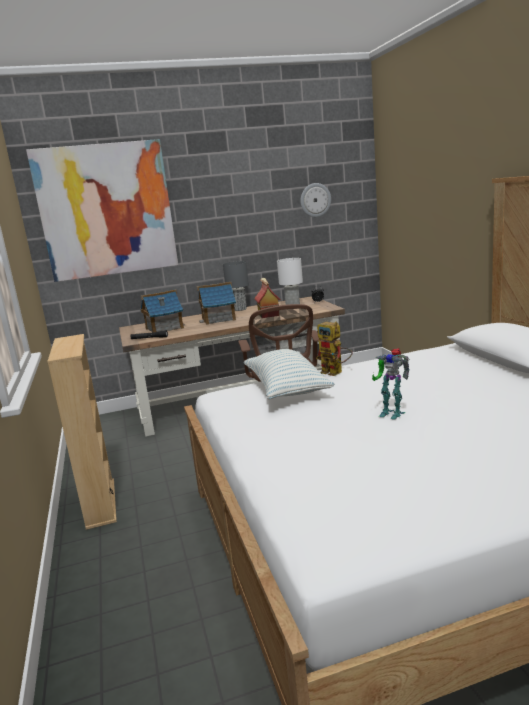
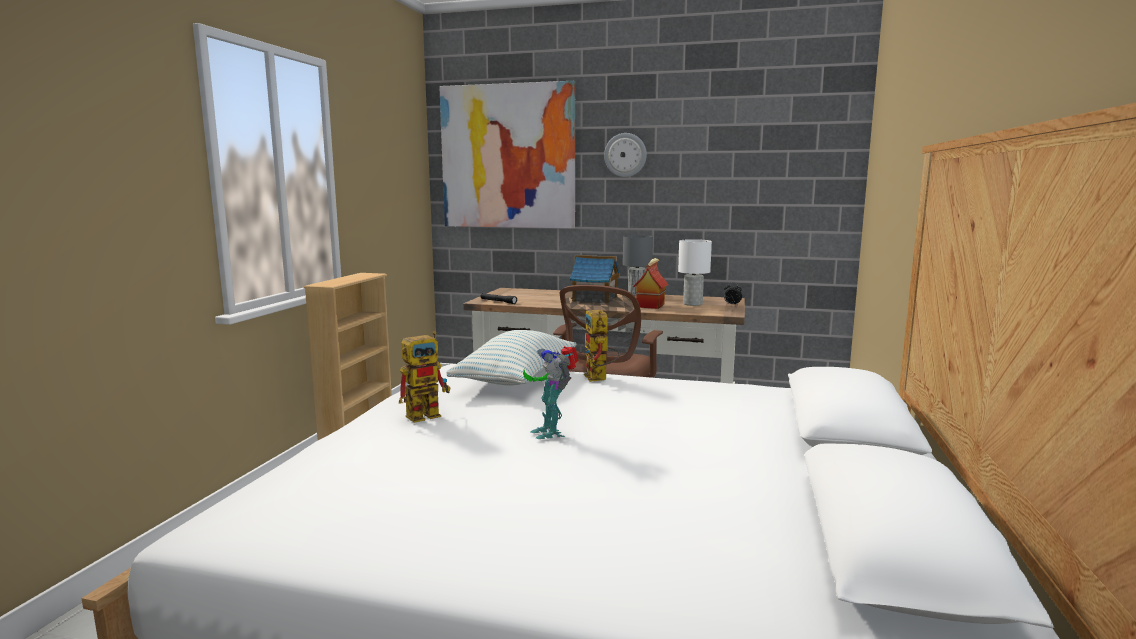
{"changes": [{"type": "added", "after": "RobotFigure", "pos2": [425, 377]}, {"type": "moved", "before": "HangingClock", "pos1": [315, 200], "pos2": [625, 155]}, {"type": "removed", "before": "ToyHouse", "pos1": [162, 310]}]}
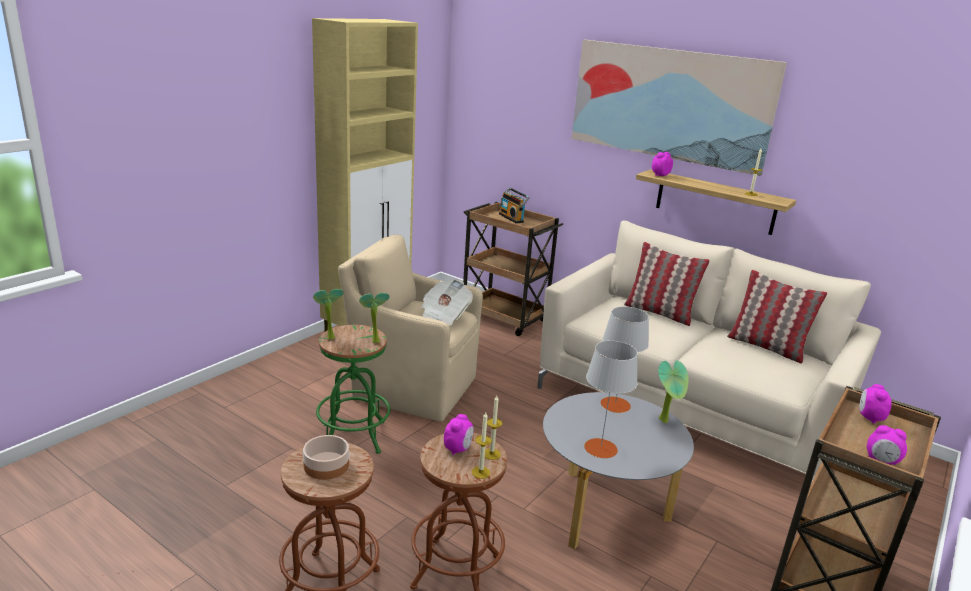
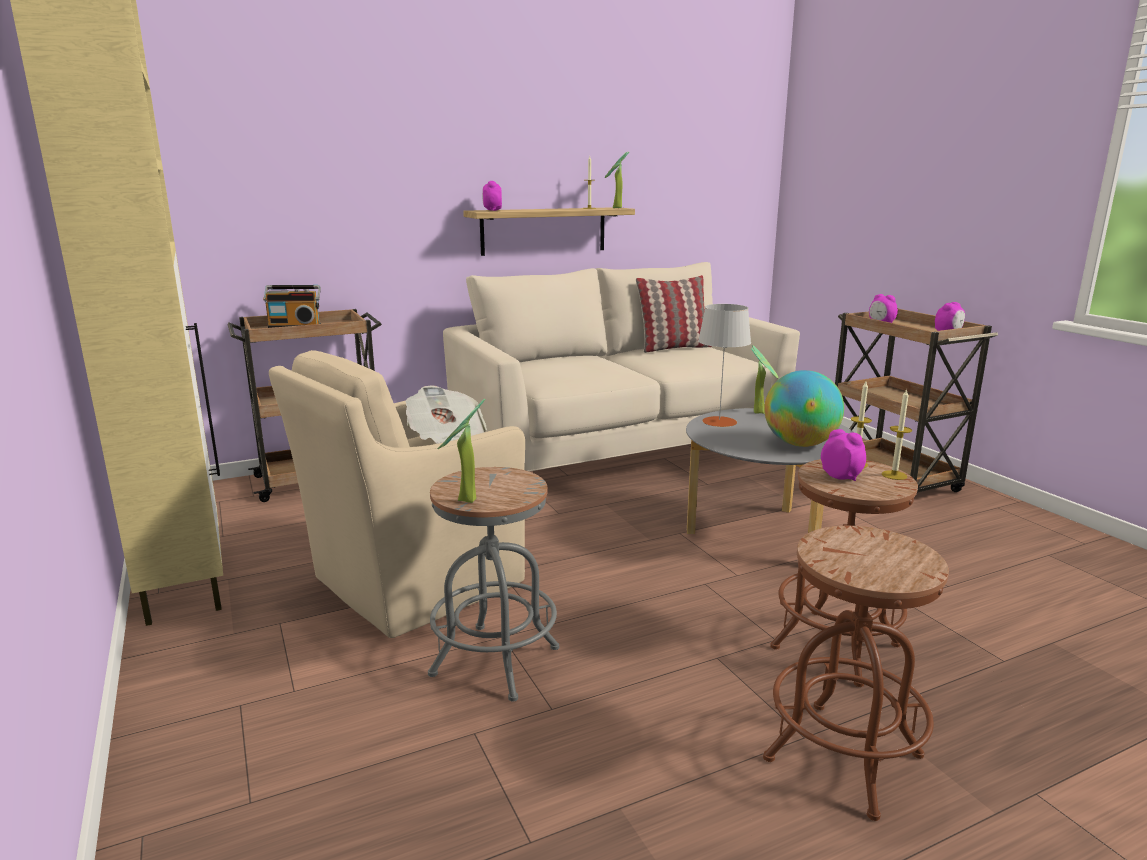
{"changes": [{"type": "recoloured", "before": "GreenColouredStoolSeat", "after": "GreyishStoolSeat", "pos1": [353, 389], "pos2": [493, 584]}, {"type": "moved", "before": "PottedPlant", "pos1": [374, 318], "pos2": [617, 180]}, {"type": "replaced", "before": "GreyishTableLamp", "after": "WorldGlobe", "pos1": [611, 399], "pos2": [804, 408]}, {"type": "removed", "before": "Bowl", "pos1": [326, 457]}, {"type": "removed", "before": "WallArt", "pos1": [679, 108]}, {"type": "removed", "before": "Pillow", "pos1": [667, 284]}]}
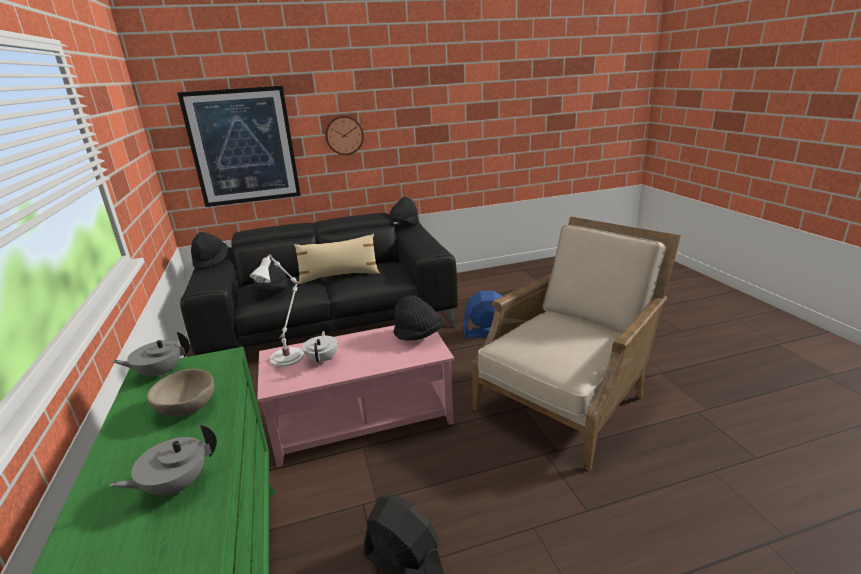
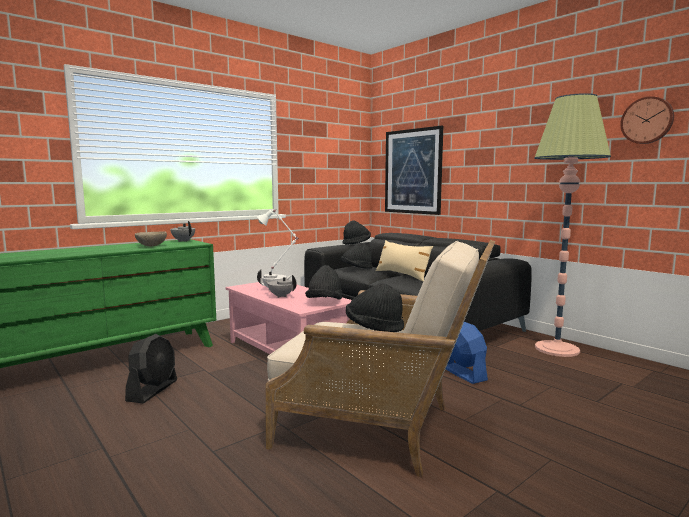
{"changes": [{"type": "moved", "before": "GreyishPotForTea", "pos1": [163, 460], "pos2": [281, 286]}, {"type": "moved", "before": "BlackClothingHat", "pos1": [403, 211], "pos2": [375, 307]}, {"type": "added", "after": "StandingLamp", "pos2": [572, 225]}, {"type": "moved", "before": "HangingClock", "pos1": [344, 135], "pos2": [647, 120]}]}
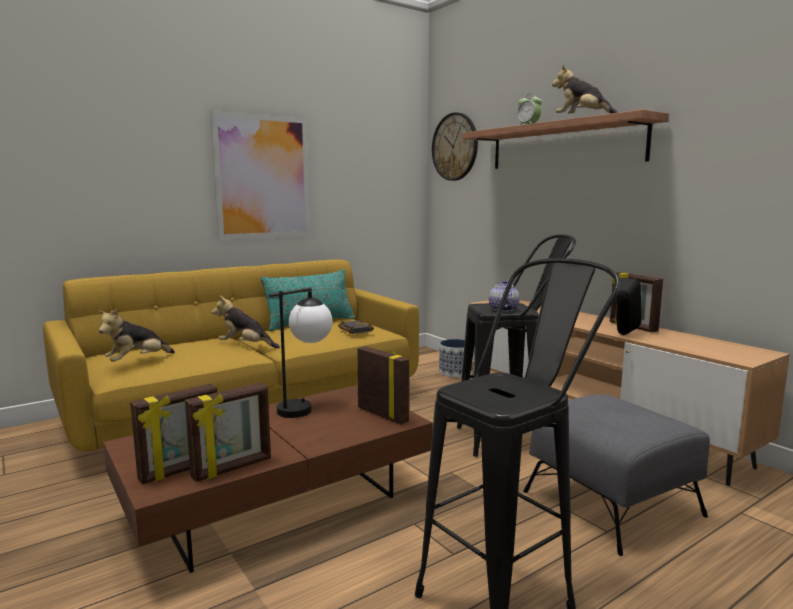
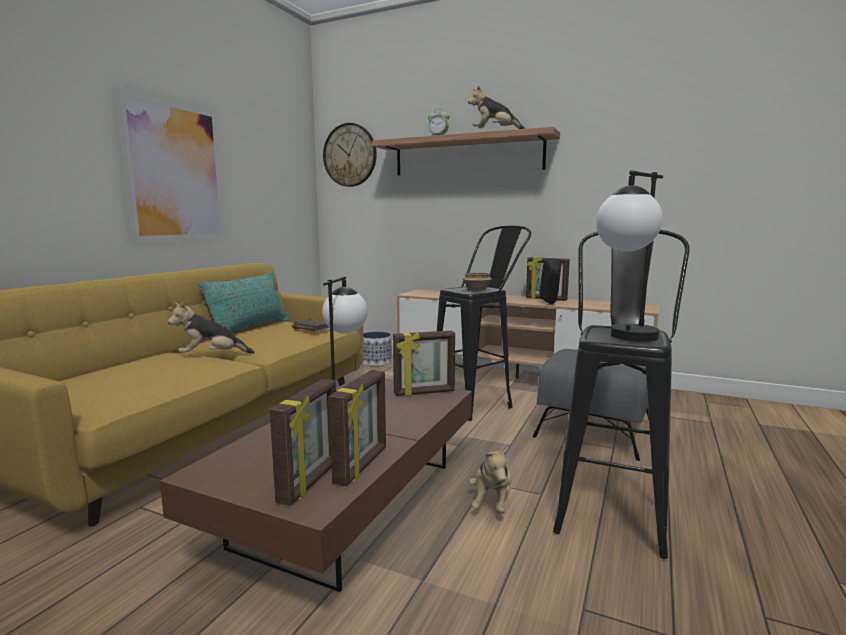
{"changes": [{"type": "turned", "before": "StandingFrame", "pos1": [384, 385], "pos2": [424, 363], "turn": 150}, {"type": "replaced", "before": "PotForTea", "after": "Bowl", "pos1": [504, 295], "pos2": [477, 281]}, {"type": "moved", "before": "PlushToy", "pos1": [136, 335], "pos2": [490, 479]}, {"type": "added", "after": "TableLamp", "pos2": [629, 256]}]}
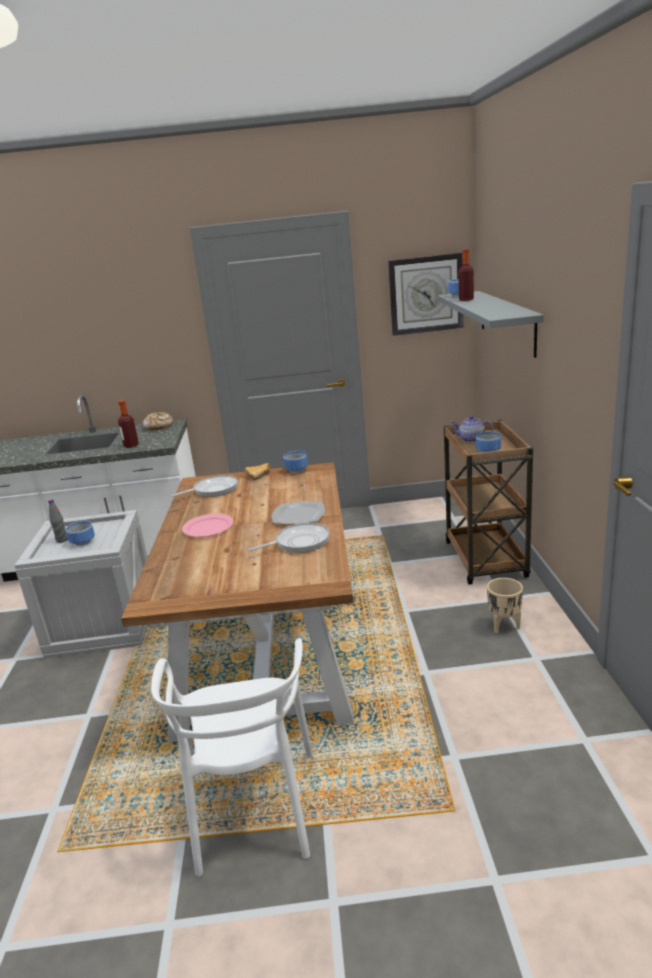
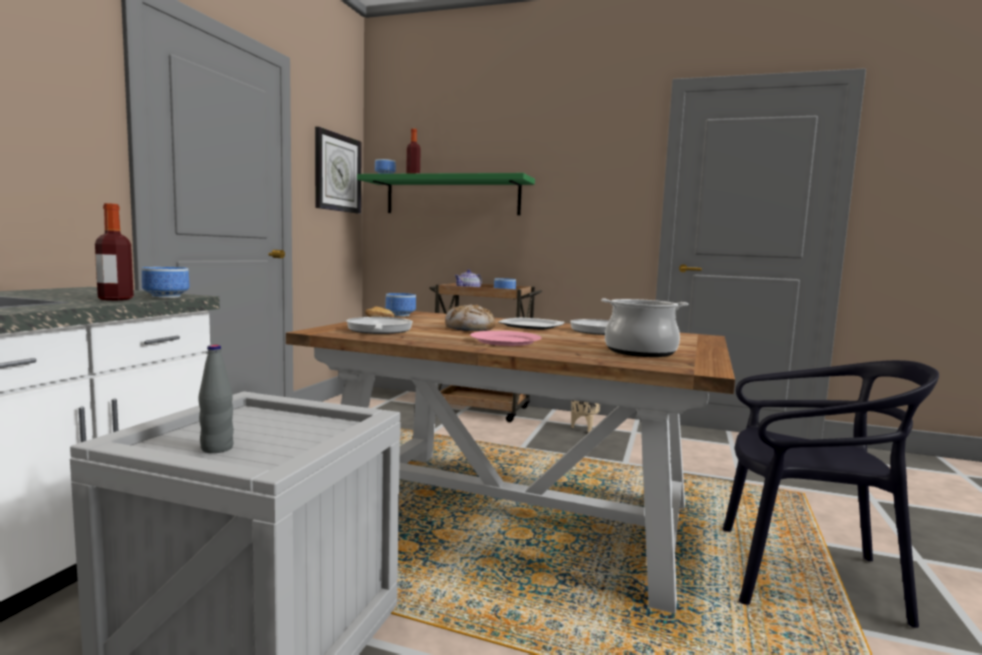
{"changes": [{"type": "moved", "before": "Bowl", "pos1": [80, 533], "pos2": [165, 282]}, {"type": "recoloured", "before": "GreyishShelf", "after": "GreenColouredShelf", "pos1": [491, 324], "pos2": [446, 194]}, {"type": "moved", "before": "BakeryBread", "pos1": [157, 421], "pos2": [470, 317]}, {"type": "added", "after": "Saucepot", "pos2": [644, 327]}, {"type": "recoloured", "before": "WhiteColouredPlainChair", "after": "BlackPlainChair", "pos1": [232, 757], "pos2": [831, 494]}]}
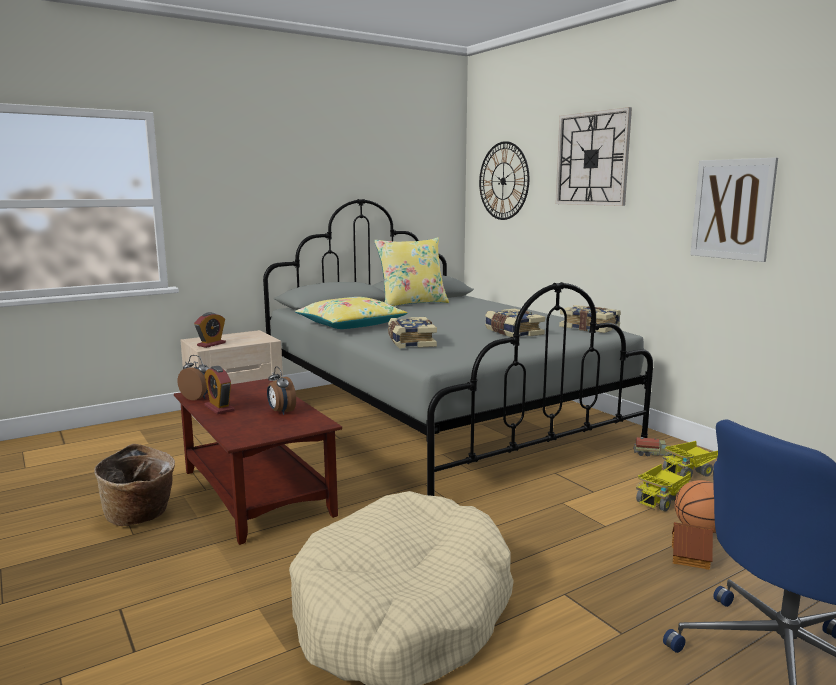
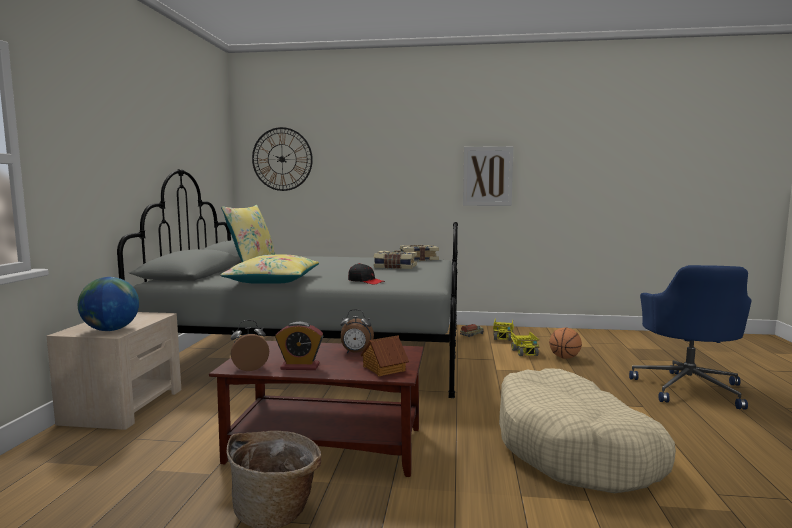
{"changes": [{"type": "replaced", "before": "AlarmClock", "after": "WorldGlobe", "pos1": [210, 330], "pos2": [108, 304]}, {"type": "replaced", "before": "Volume", "after": "BlackCap", "pos1": [412, 332], "pos2": [366, 274]}, {"type": "moved", "before": "ToyHouse", "pos1": [693, 546], "pos2": [385, 355]}, {"type": "removed", "before": "HangingClock", "pos1": [593, 156]}]}
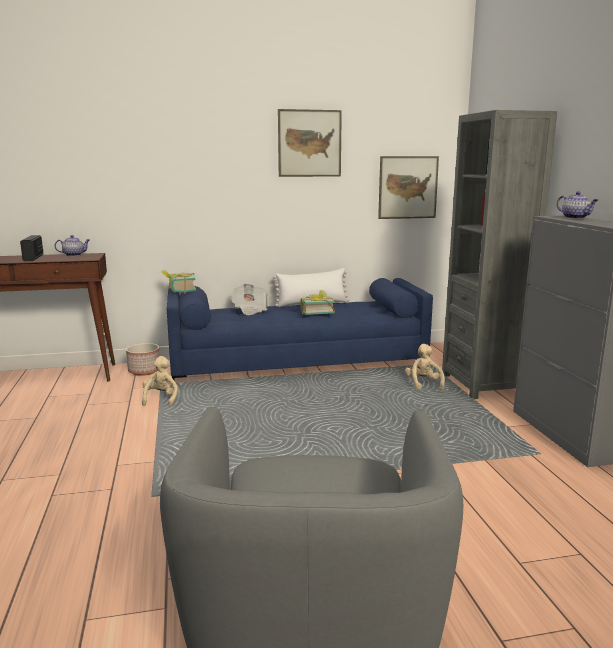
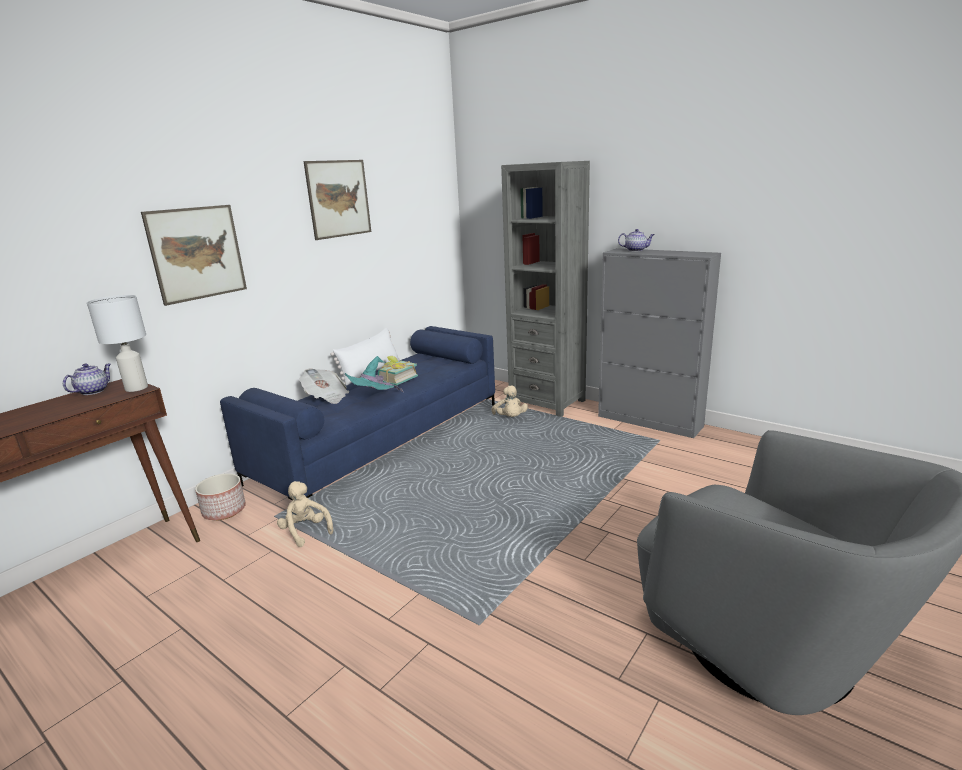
{"changes": [{"type": "added", "after": "WhiteColouredTableLamp", "pos2": [117, 343]}, {"type": "moved", "before": "WallArt", "pos1": [408, 187], "pos2": [194, 255]}, {"type": "added", "after": "BlueGreenClothingHat", "pos2": [374, 374]}, {"type": "turned", "before": "SandColouredPlushToy", "pos1": [425, 367], "pos2": [510, 401], "turn": -150}, {"type": "removed", "before": "RadioReceiver", "pos1": [31, 248]}, {"type": "removed", "before": "Volume", "pos1": [178, 281]}]}
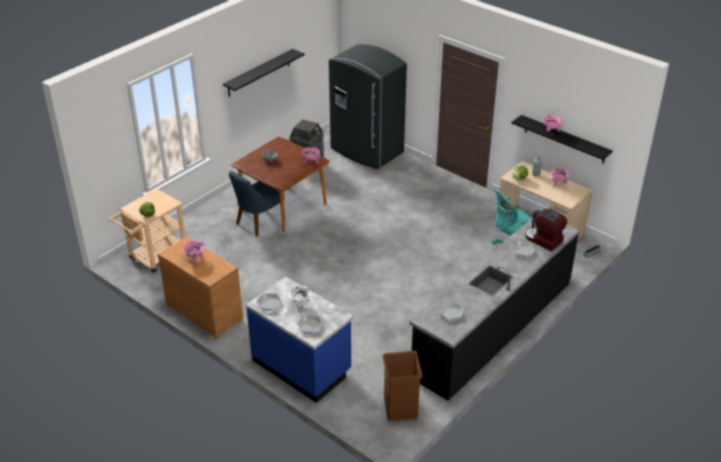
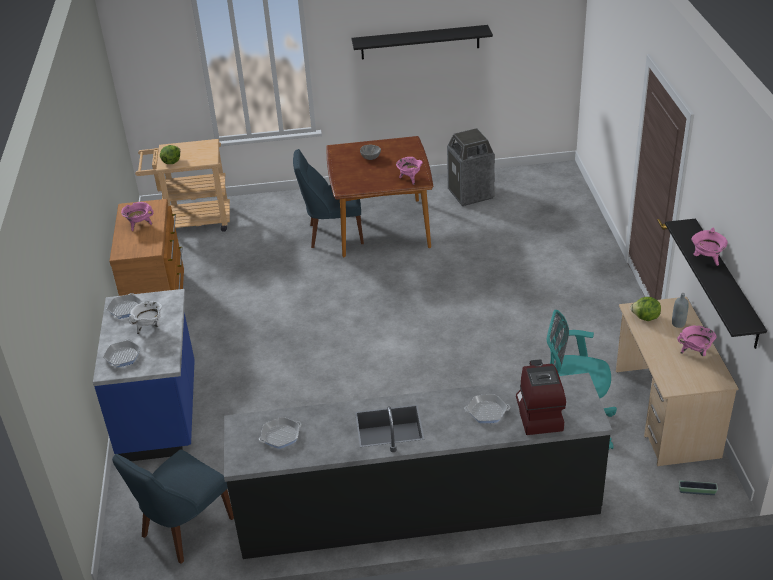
{"changes": [{"type": "replaced", "before": "BrownishTrashCan", "after": "BluishPlainChair", "pos1": [403, 386], "pos2": [173, 506]}, {"type": "removed", "before": "GreyishRefrigerator", "pos1": [368, 106]}]}
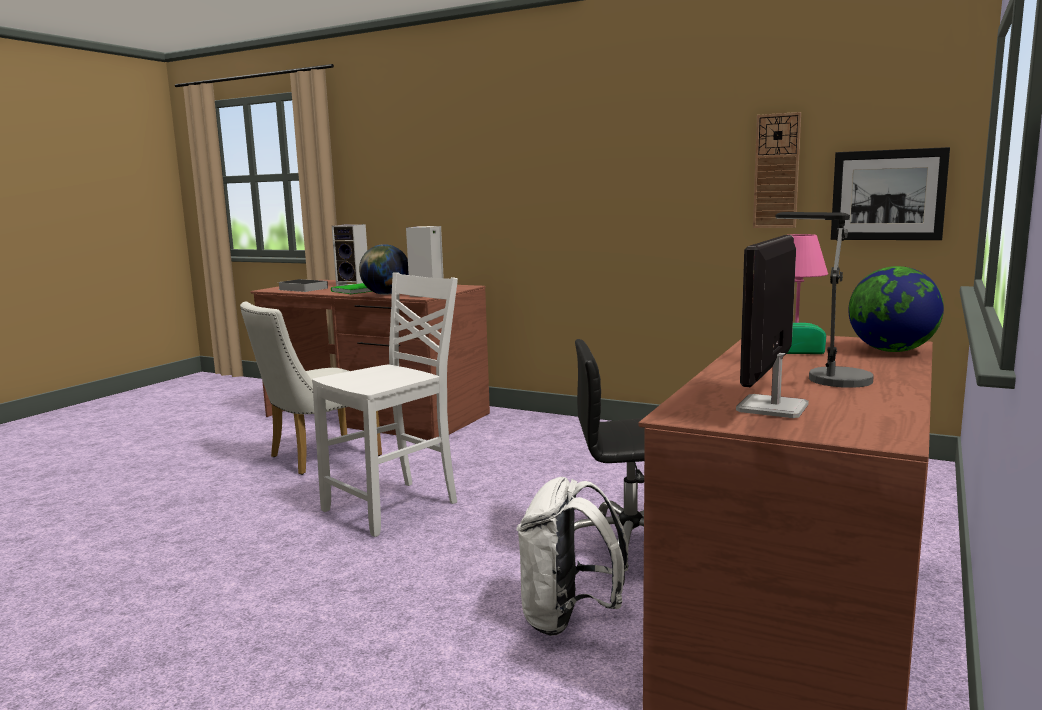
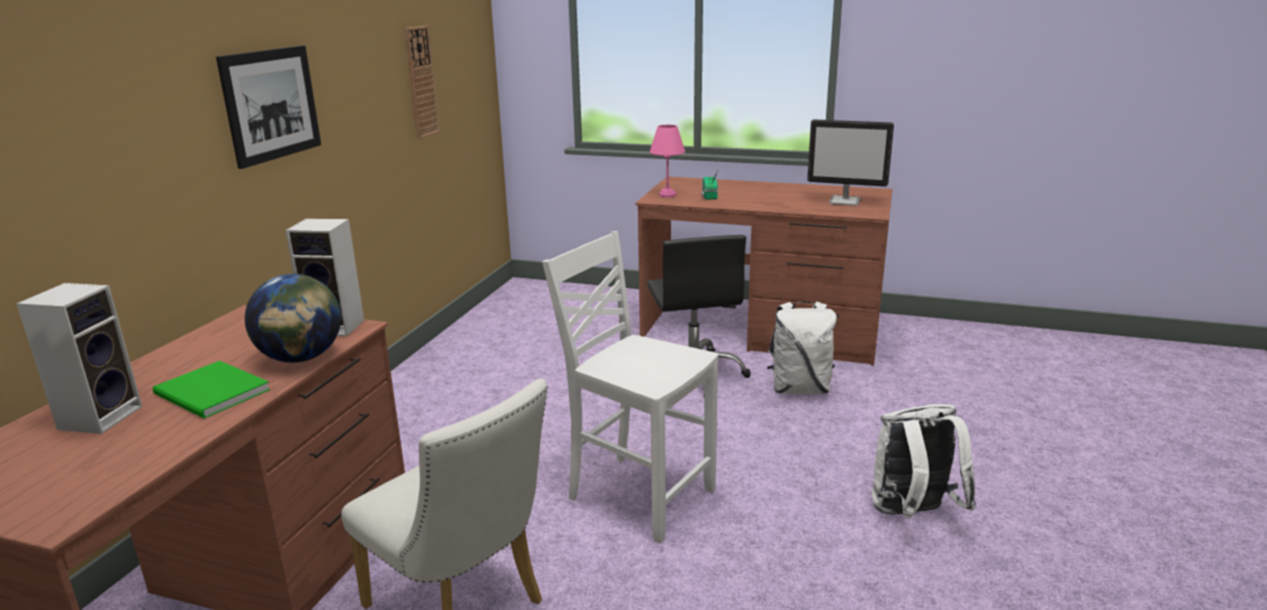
{"changes": [{"type": "moved", "before": "WallArt", "pos1": [890, 193], "pos2": [268, 107]}, {"type": "added", "after": "WhiteColouredKnapsack", "pos2": [924, 461]}, {"type": "removed", "before": "Volume", "pos1": [302, 285]}, {"type": "removed", "before": "TableLamp", "pos1": [825, 300]}, {"type": "removed", "before": "WorldGlobe", "pos1": [896, 309]}]}
